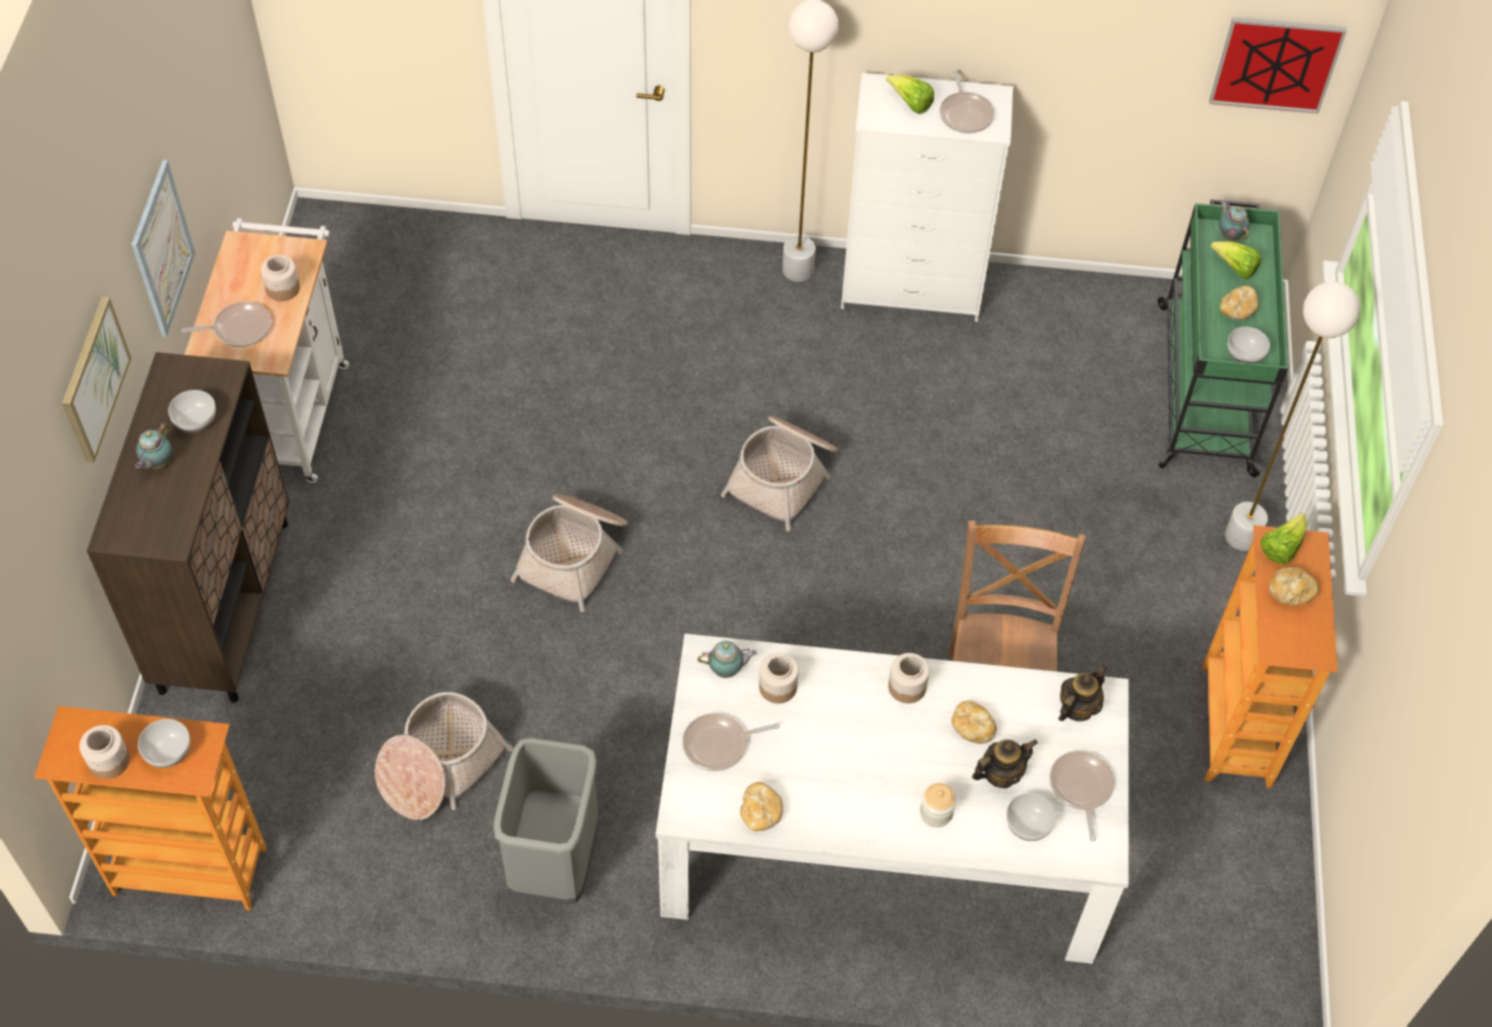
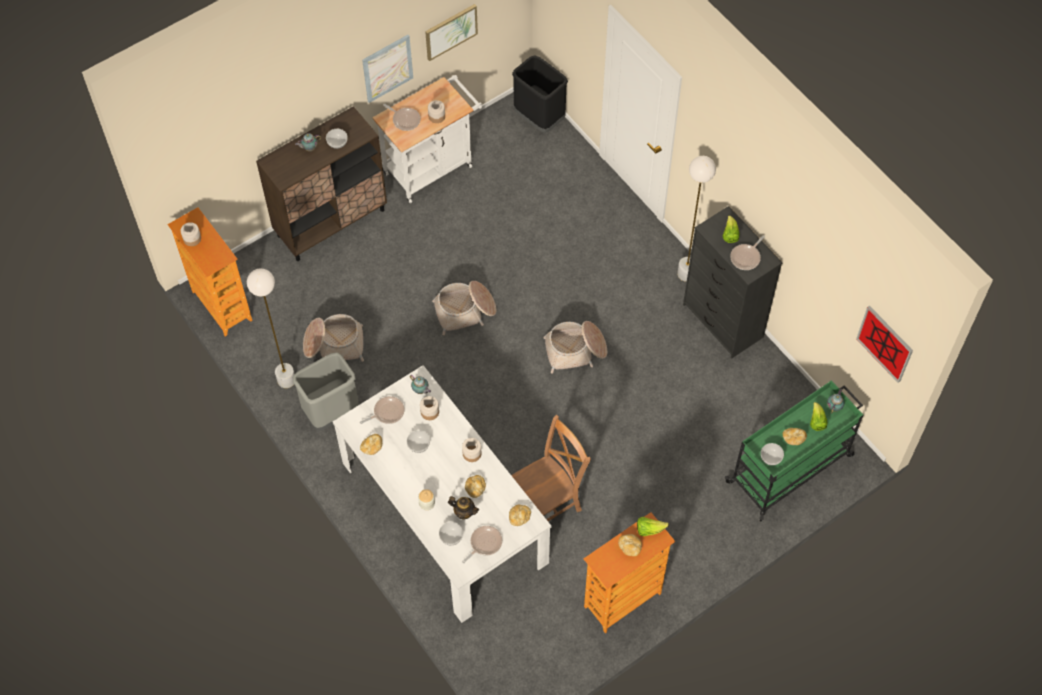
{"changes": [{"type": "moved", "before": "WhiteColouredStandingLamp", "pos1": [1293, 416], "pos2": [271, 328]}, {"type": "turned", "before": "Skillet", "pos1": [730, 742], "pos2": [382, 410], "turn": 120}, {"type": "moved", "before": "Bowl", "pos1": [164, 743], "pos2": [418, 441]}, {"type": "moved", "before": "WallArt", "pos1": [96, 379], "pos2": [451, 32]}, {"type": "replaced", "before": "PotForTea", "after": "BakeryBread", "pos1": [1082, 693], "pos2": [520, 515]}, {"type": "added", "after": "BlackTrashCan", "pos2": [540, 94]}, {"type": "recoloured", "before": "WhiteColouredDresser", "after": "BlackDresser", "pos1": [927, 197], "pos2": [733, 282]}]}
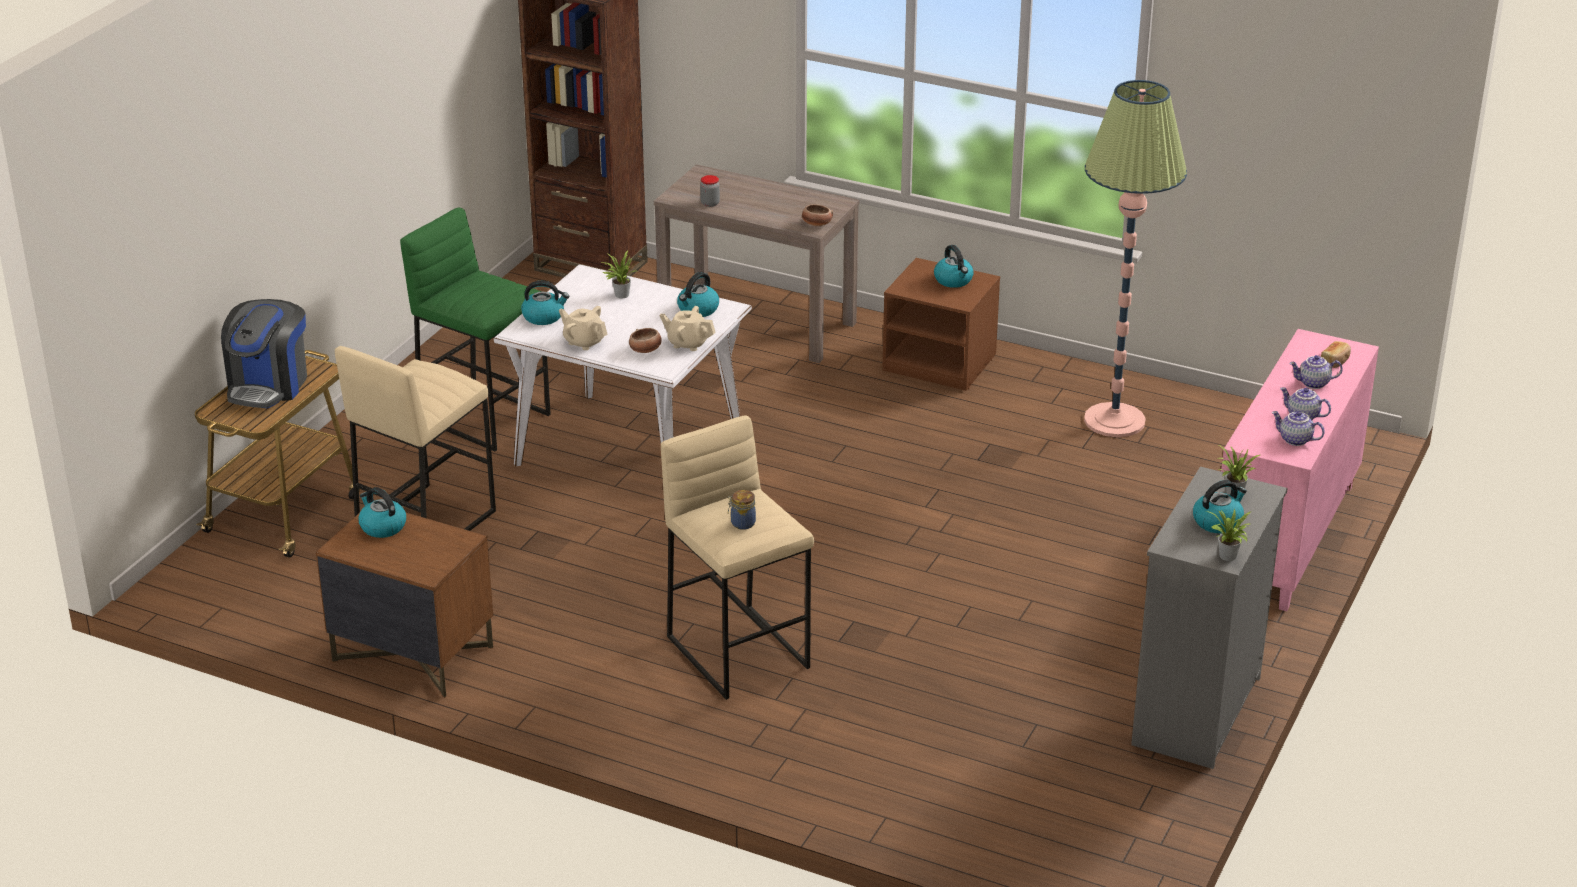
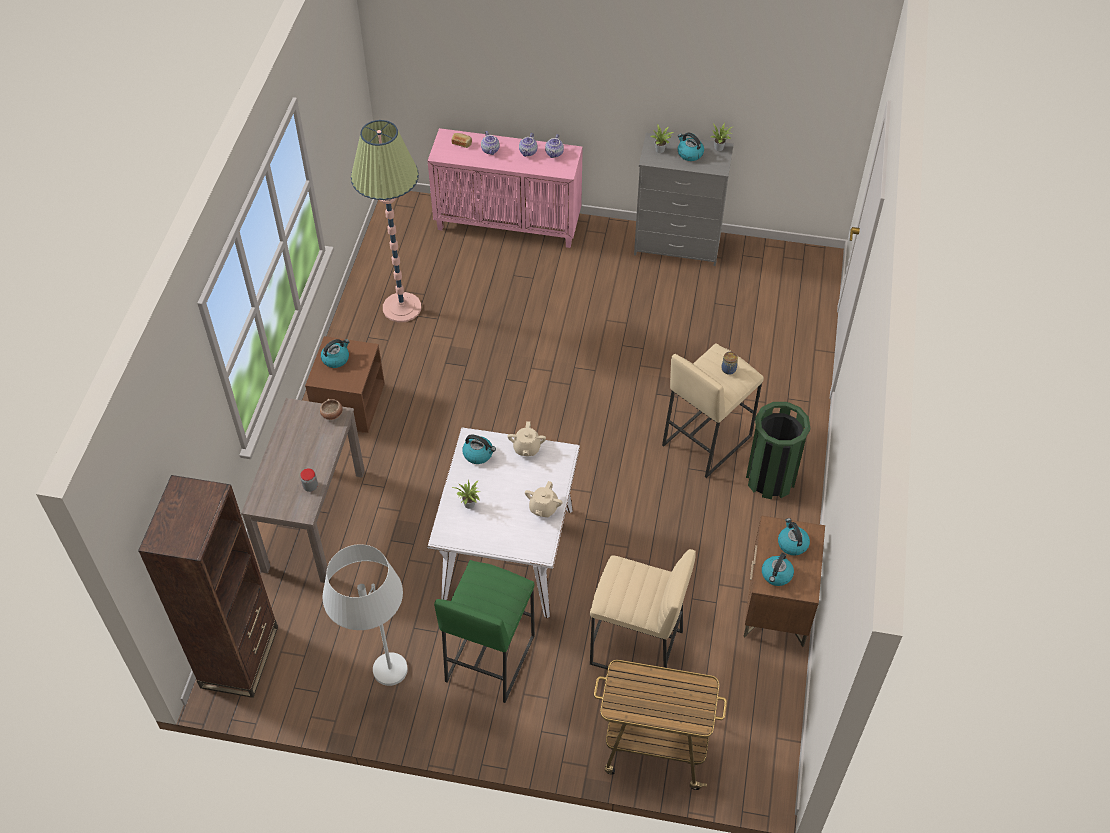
{"changes": [{"type": "added", "after": "WhiteColouredStandingLamp", "pos2": [365, 615]}, {"type": "added", "after": "GreenColouredTrashCan", "pos2": [778, 450]}, {"type": "moved", "before": "TeaKettle", "pos1": [545, 303], "pos2": [794, 537]}, {"type": "removed", "before": "CoffeeBrewer", "pos1": [264, 353]}, {"type": "removed", "before": "Bowl", "pos1": [645, 340]}]}
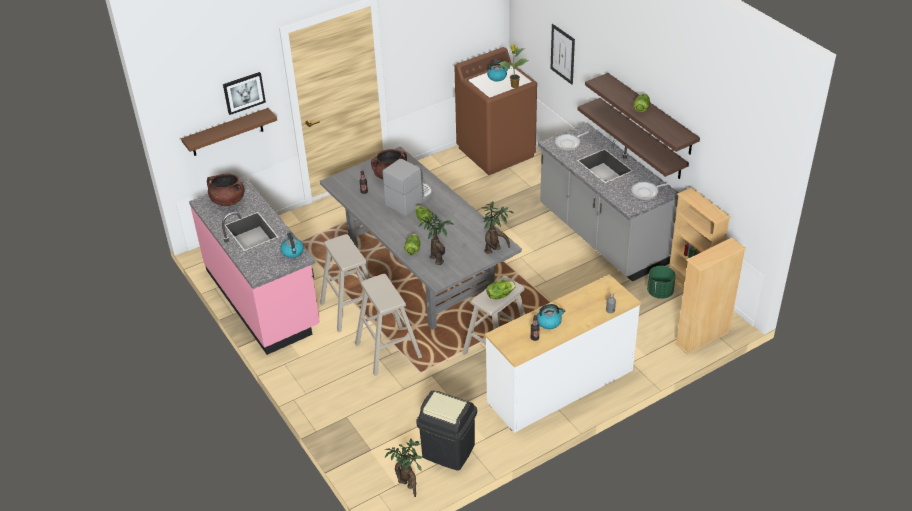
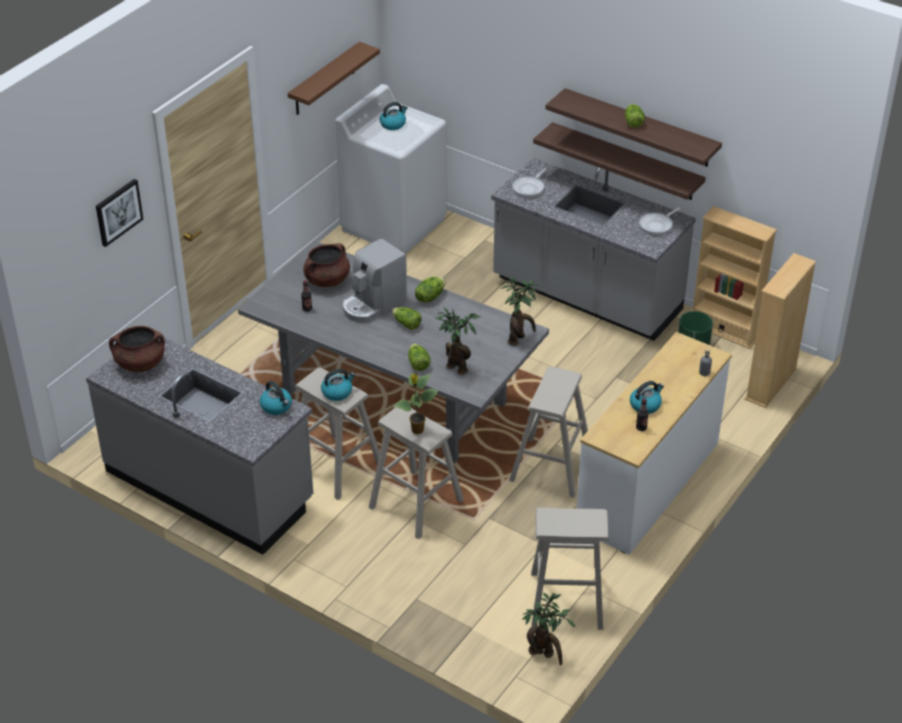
{"changes": [{"type": "recoloured", "before": "PinkishKitchenBaseUnit", "after": "GreyishKitchenBaseUnit", "pos1": [254, 267], "pos2": [199, 446]}, {"type": "moved", "before": "BrownishShelf", "pos1": [229, 132], "pos2": [334, 78]}, {"type": "added", "after": "TeaKettle", "pos2": [338, 385]}, {"type": "recoloured", "before": "BrownishWashingMachine", "after": "WhiteColouredWashingMachine", "pos1": [496, 111], "pos2": [391, 169]}, {"type": "turned", "before": "CoffeeBrewer", "pos1": [407, 187], "pos2": [374, 280], "turn": -150}, {"type": "moved", "before": "PottedPlant", "pos1": [513, 66], "pos2": [416, 403]}, {"type": "moved", "before": "LettuceHead", "pos1": [501, 289], "pos2": [430, 290]}, {"type": "replaced", "before": "BlackTrashCan", "after": "SandColouredStoolSeat", "pos1": [446, 431], "pos2": [570, 569]}, {"type": "removed", "before": "WallArt", "pos1": [563, 54]}]}
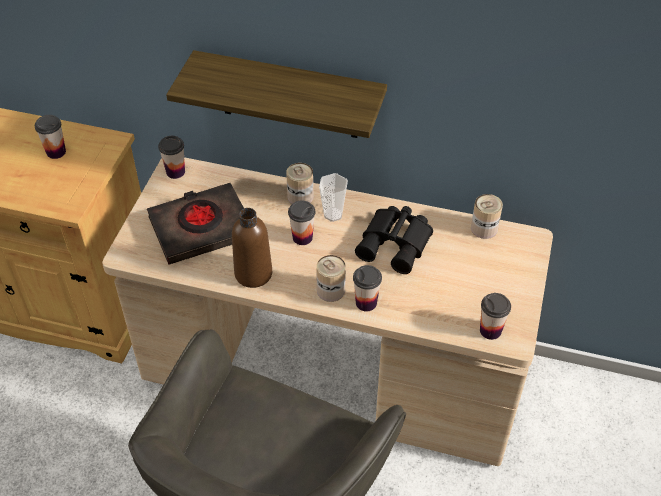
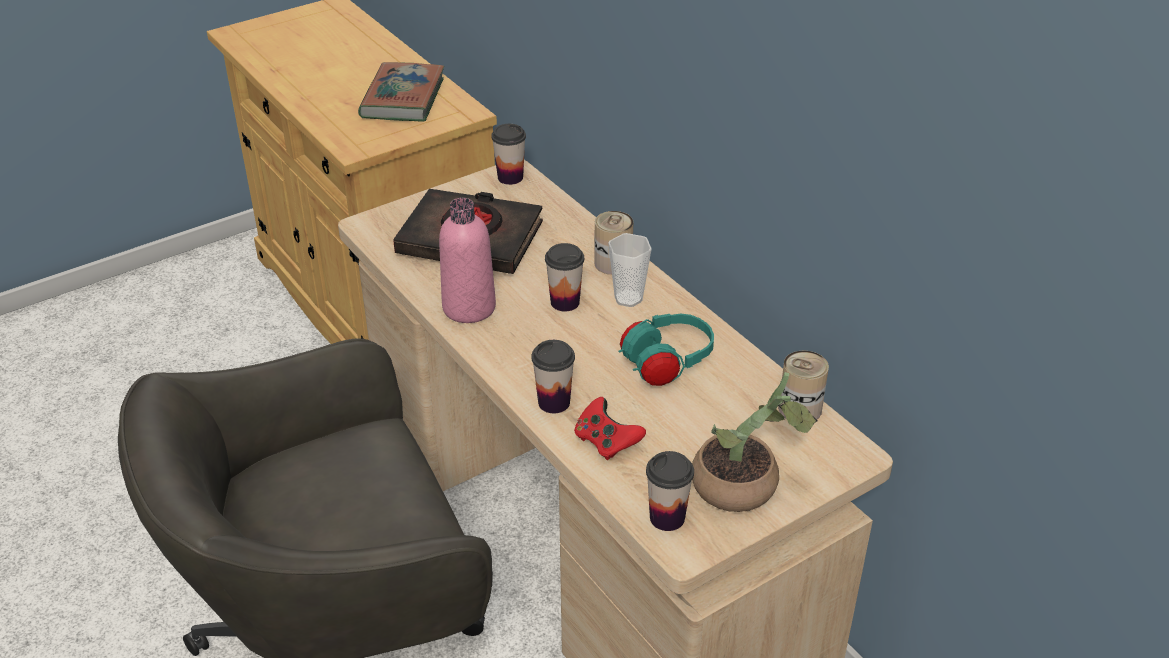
{"changes": [{"type": "replaced", "before": "DrinkingCup", "after": "Volume", "pos1": [50, 137], "pos2": [401, 92]}, {"type": "recoloured", "before": "BrownishBottle", "after": "PinkishBottle", "pos1": [252, 248], "pos2": [467, 260]}, {"type": "added", "after": "RedColouredJoypad", "pos2": [610, 428]}, {"type": "replaced", "before": "BlackFieldGlasses", "after": "BlueGreenHeadset", "pos1": [394, 240], "pos2": [666, 350]}, {"type": "added", "after": "PottedPlant", "pos2": [754, 442]}, {"type": "removed", "before": "Shelf", "pos1": [276, 94]}, {"type": "removed", "before": "MetalCan", "pos1": [331, 278]}]}
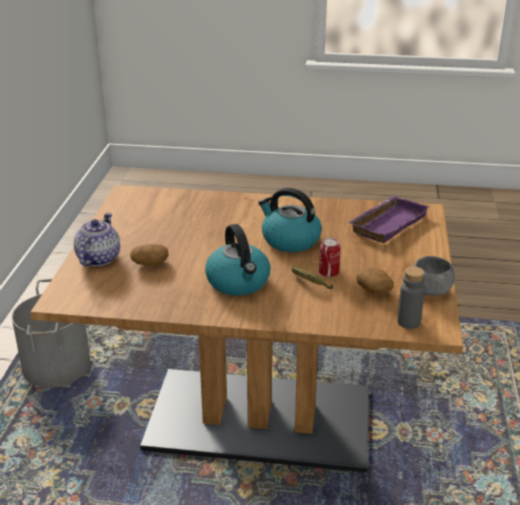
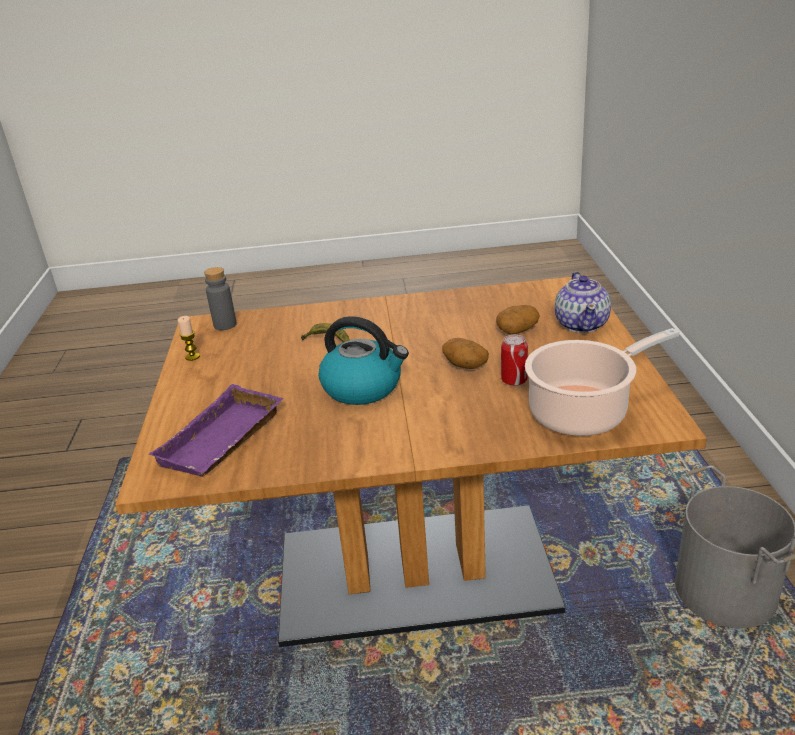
{"changes": [{"type": "replaced", "before": "GreyishBowl", "after": "WaxLight", "pos1": [434, 276], "pos2": [189, 338]}, {"type": "moved", "before": "Spud", "pos1": [375, 280], "pos2": [465, 353]}, {"type": "moved", "before": "MetalCan", "pos1": [329, 257], "pos2": [514, 360]}, {"type": "added", "after": "Saucepot", "pos2": [602, 382]}, {"type": "removed", "before": "TeaKettle", "pos1": [237, 260]}]}
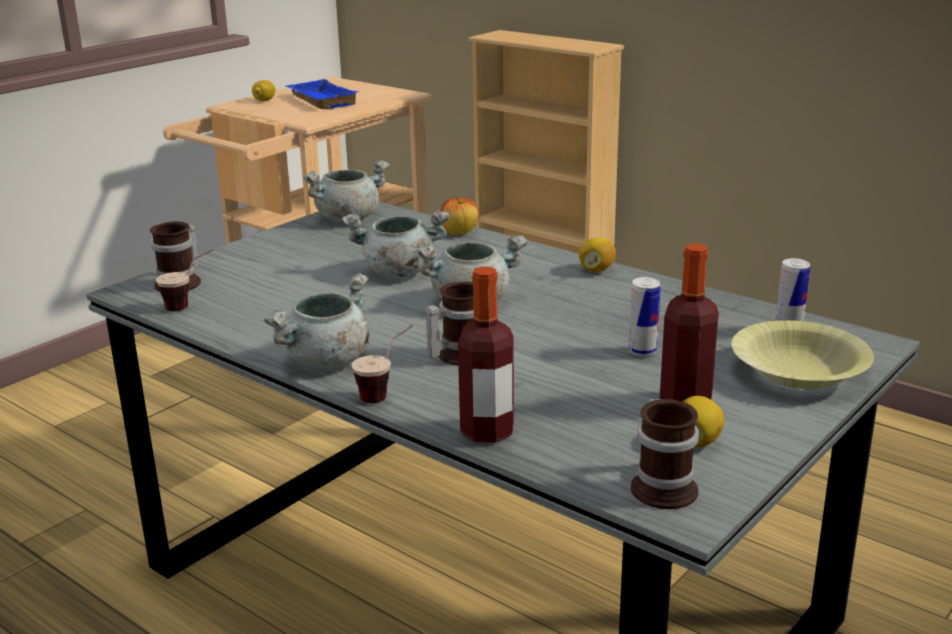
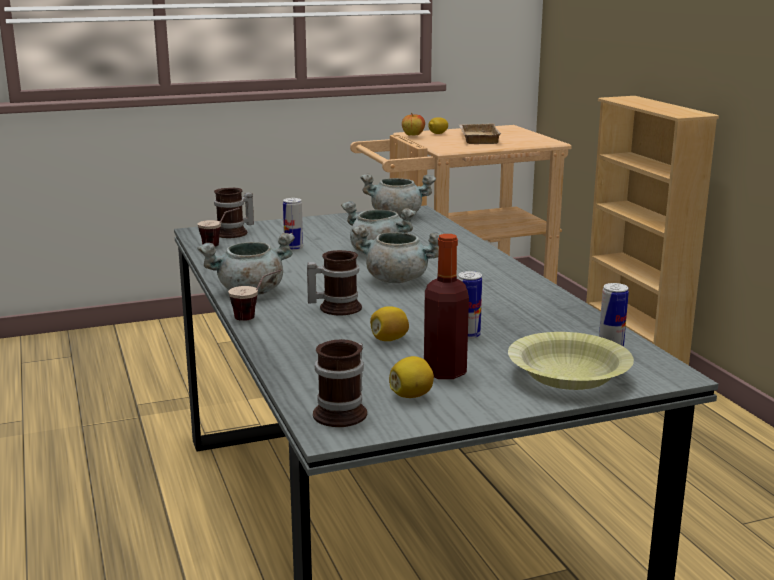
{"changes": [{"type": "added", "after": "MetalCan", "pos2": [293, 224]}, {"type": "moved", "before": "WholeLemon", "pos1": [597, 254], "pos2": [389, 323]}, {"type": "moved", "before": "WholeApple", "pos1": [459, 216], "pos2": [413, 124]}, {"type": "recoloured", "before": "BluishTray", "after": "SandColouredTray", "pos1": [323, 94], "pos2": [480, 133]}, {"type": "removed", "before": "Bottle", "pos1": [486, 354]}]}
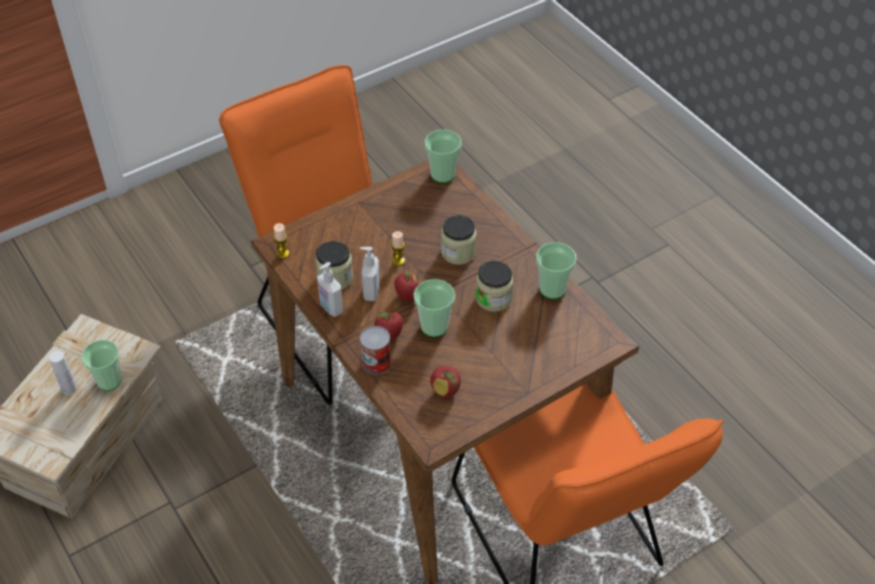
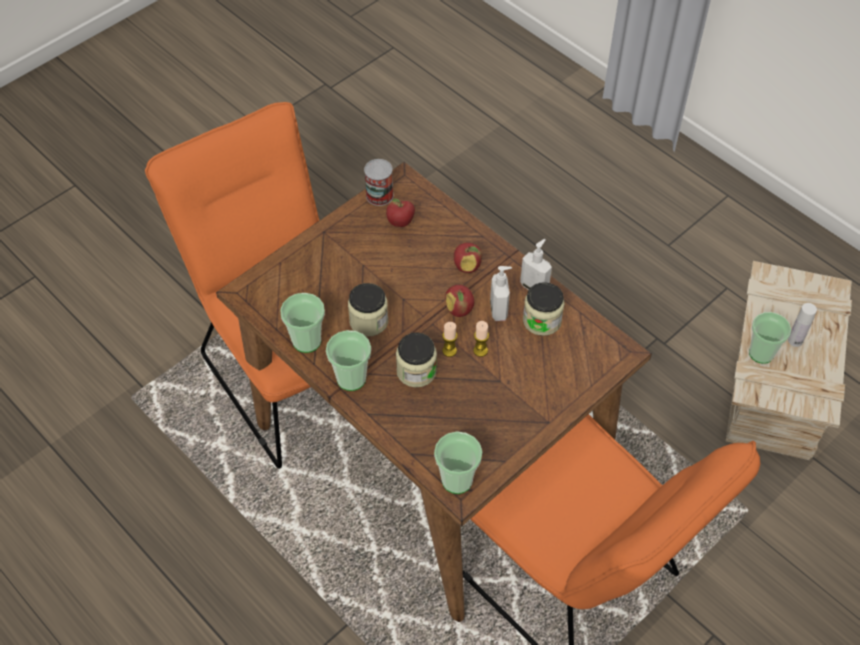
{"changes": [{"type": "moved", "before": "DrinkingCup", "pos1": [434, 308], "pos2": [348, 360]}, {"type": "moved", "before": "MetalCan", "pos1": [375, 350], "pos2": [379, 182]}, {"type": "moved", "before": "WaxLight", "pos1": [281, 241], "pos2": [449, 339]}]}
